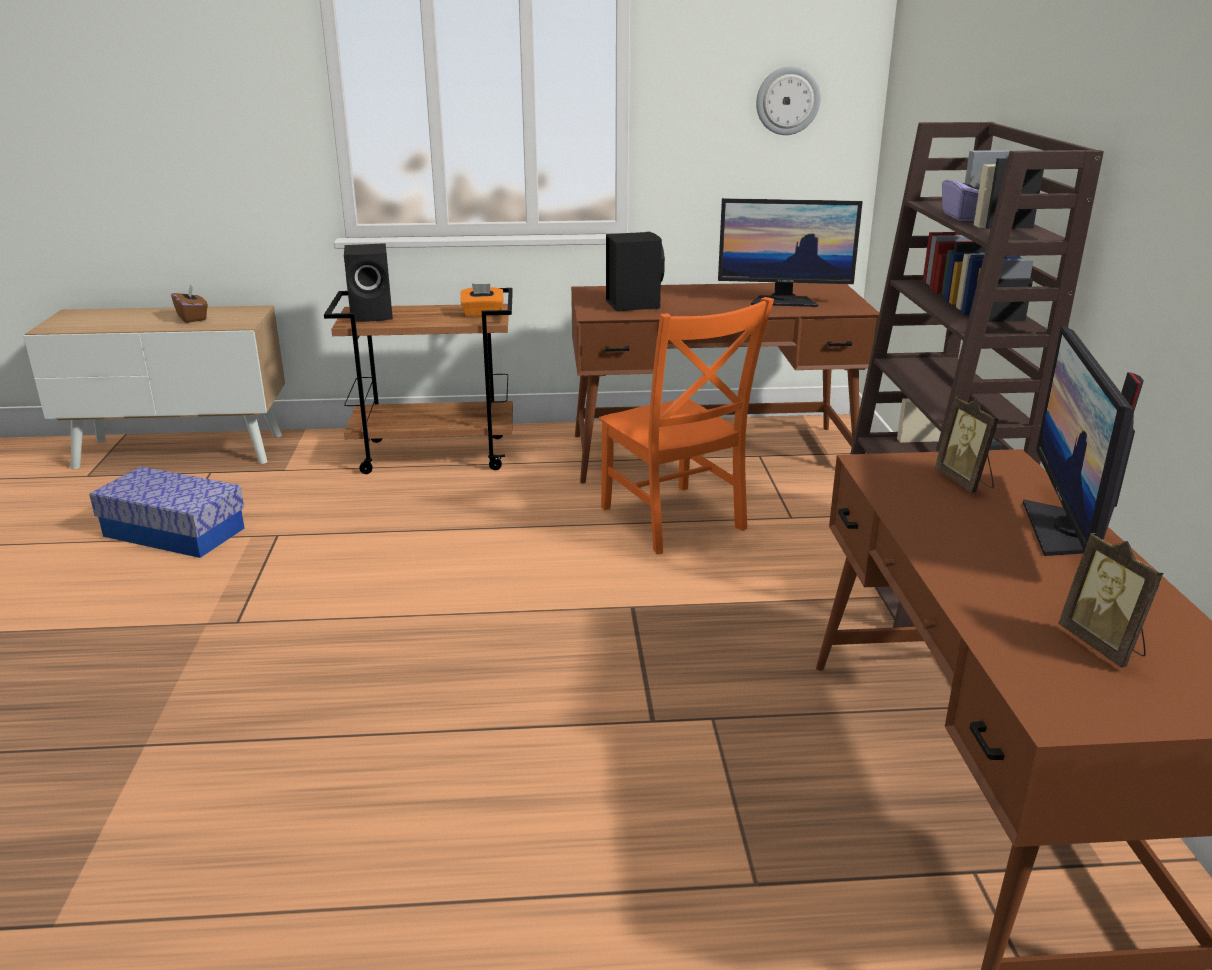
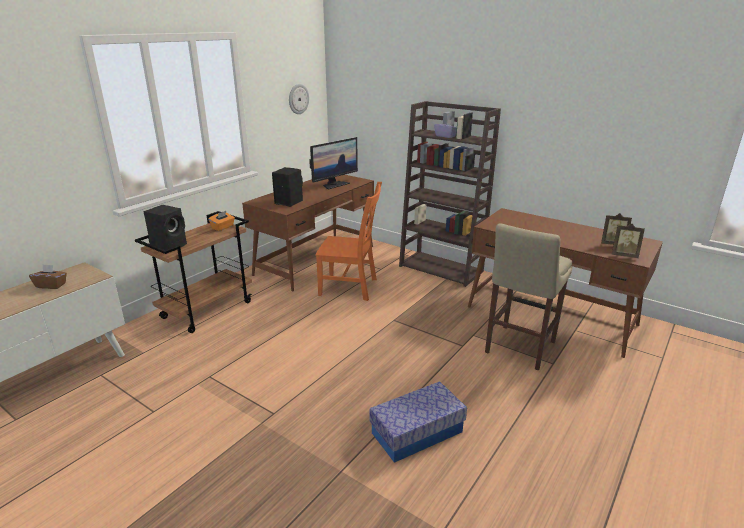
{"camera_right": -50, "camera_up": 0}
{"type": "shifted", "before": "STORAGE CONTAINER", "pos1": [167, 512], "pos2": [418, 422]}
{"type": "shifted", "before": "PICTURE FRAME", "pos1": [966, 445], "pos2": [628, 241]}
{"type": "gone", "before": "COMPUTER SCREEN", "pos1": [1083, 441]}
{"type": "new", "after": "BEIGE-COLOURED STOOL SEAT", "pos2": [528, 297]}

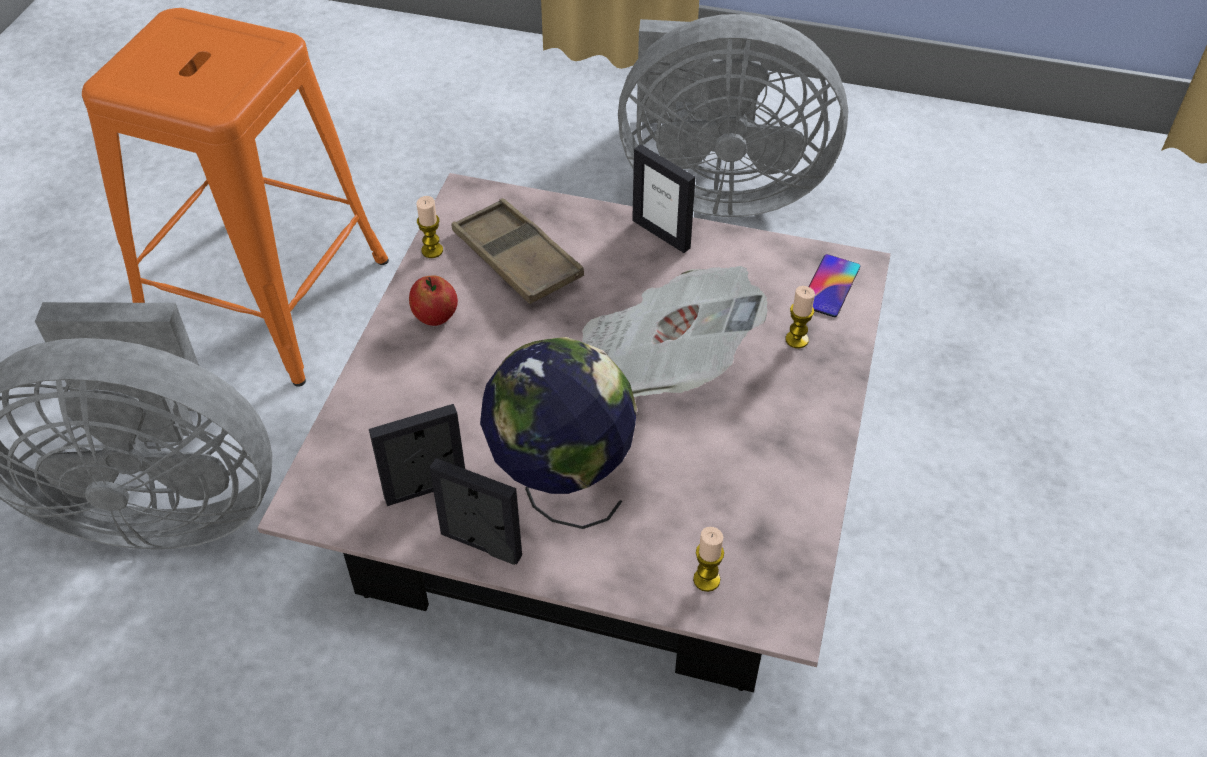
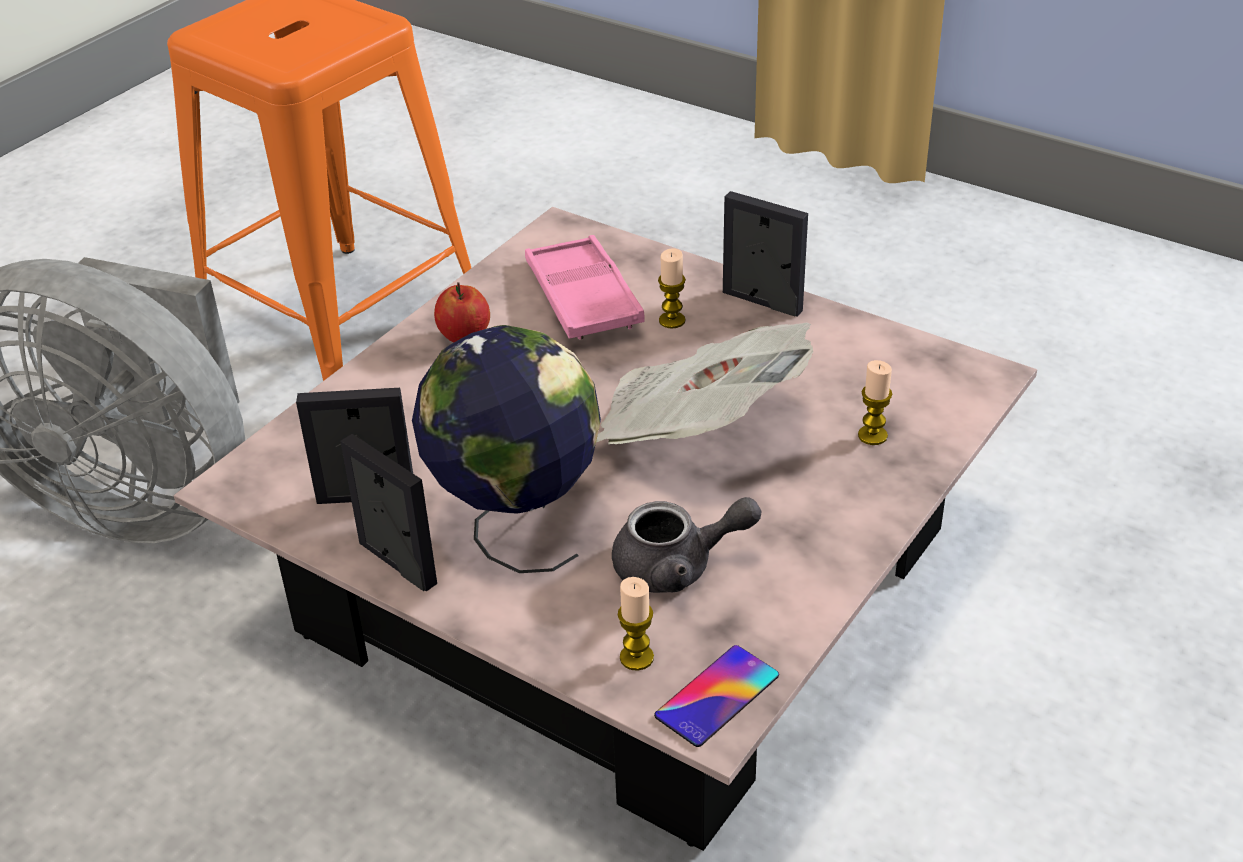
{"camera_right": 20, "camera_up": -10}
{"type": "shifted", "before": "WAX LIGHT", "pos1": [429, 227], "pos2": [672, 288]}
{"type": "repainted", "before": "BROWN-COLOURED CARRYING TRAY", "after": "PINKISH CARRYING TRAY", "pos1": [518, 251], "pos2": [585, 287]}
{"type": "gone", "before": "GRAY FAN", "pos1": [733, 115]}
{"type": "rotated", "before": "PICTURE FRAME", "pos1": [663, 198], "pos2": [765, 254], "turn": 150}
{"type": "shifted", "before": "PHONE", "pos1": [834, 285], "pos2": [716, 696]}
{"type": "new", "after": "GRAY TEA POT", "pos2": [686, 545]}

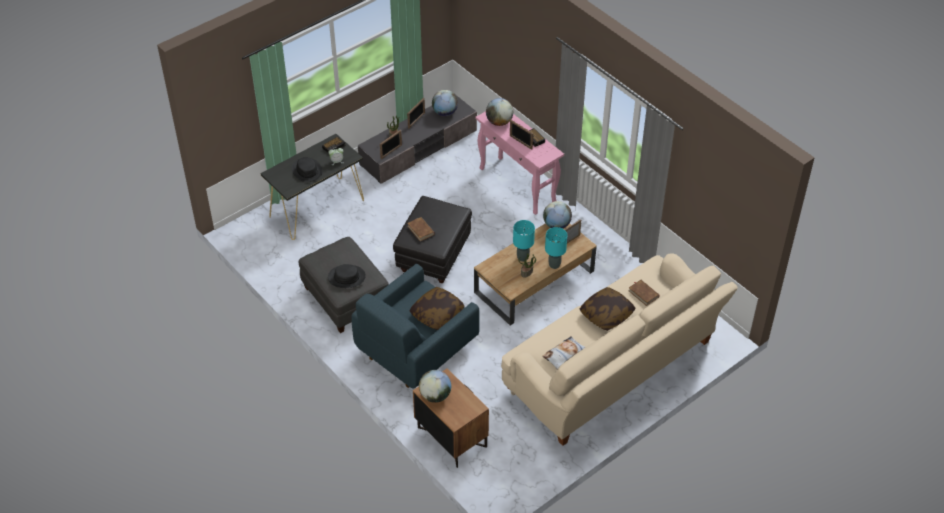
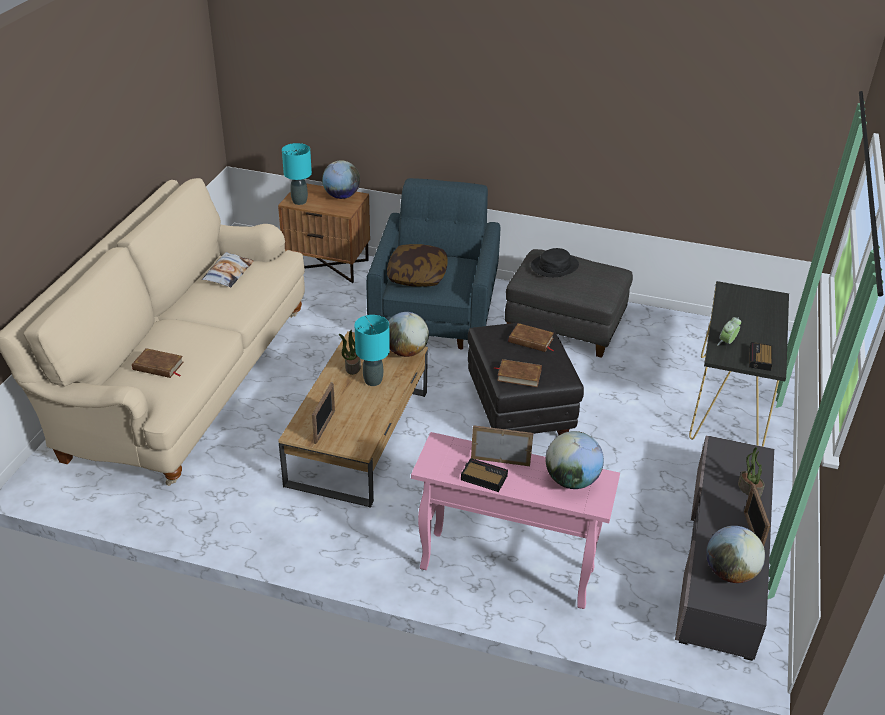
{"camera_right": 145, "camera_up": -10}
{"type": "gone", "before": "BLACKISH HAT", "pos1": [307, 169]}
{"type": "gone", "before": "PICTURE FRAME", "pos1": [391, 144]}
{"type": "shifted", "before": "WORLD GLOBE", "pos1": [557, 215], "pos2": [408, 334]}
{"type": "shifted", "before": "TURQUOISE TABLETOP LAMP", "pos1": [556, 248], "pos2": [297, 174]}
{"type": "gone", "before": "PILLOW", "pos1": [608, 309]}
{"type": "new", "after": "BROWN-COLOURED BOOK", "pos2": [518, 373]}

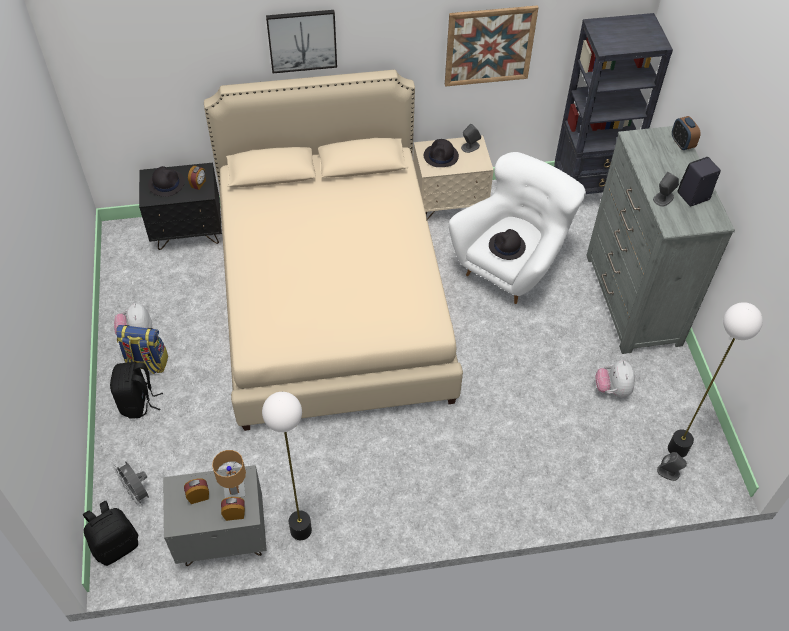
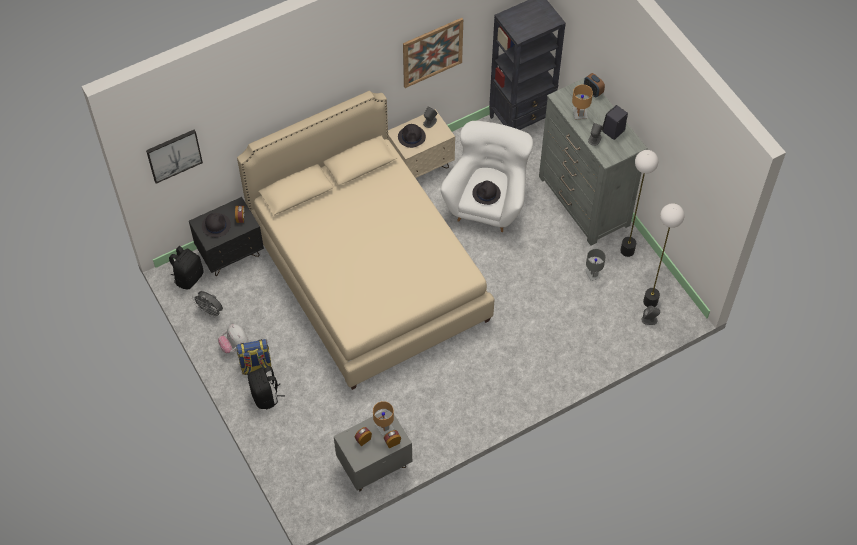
{"camera_right": -20, "camera_up": 5}
{"type": "shifted", "before": "BLACKISH KNAPSACK", "pos1": [110, 533], "pos2": [186, 267]}
{"type": "shifted", "before": "GRAY FAN", "pos1": [131, 484], "pos2": [207, 304]}
{"type": "shifted", "before": "STANDARD LAMP", "pos1": [287, 466], "pos2": [639, 203]}
{"type": "shifted", "before": "WALL ART", "pos1": [301, 41], "pos2": [174, 157]}
{"type": "swapped", "before": "PLUSH TOY", "after": "GRAY TABLETOP LAMP", "pos1": [615, 378], "pos2": [595, 265]}
{"type": "new", "after": "BROWN-COLOURED TABLETOP LAMP", "pos2": [582, 101]}

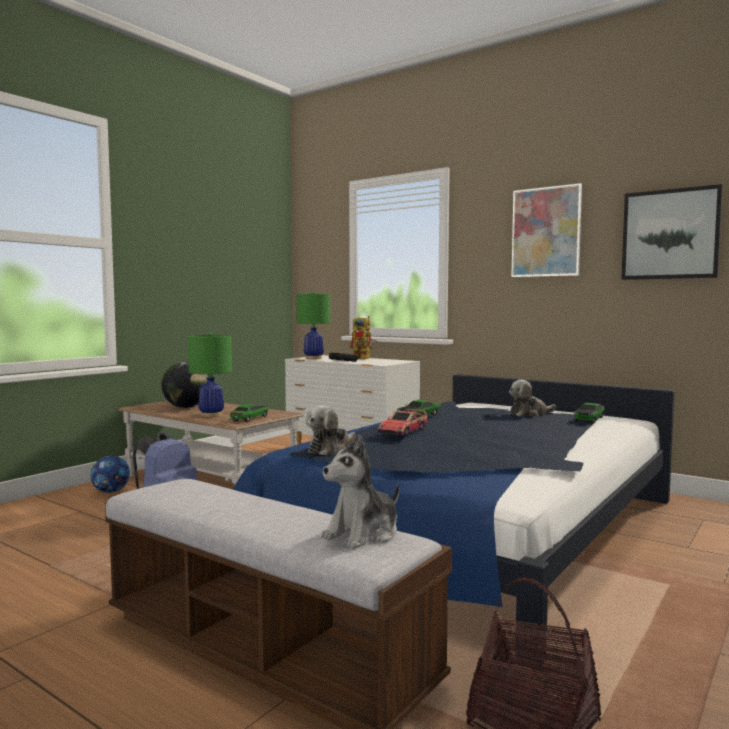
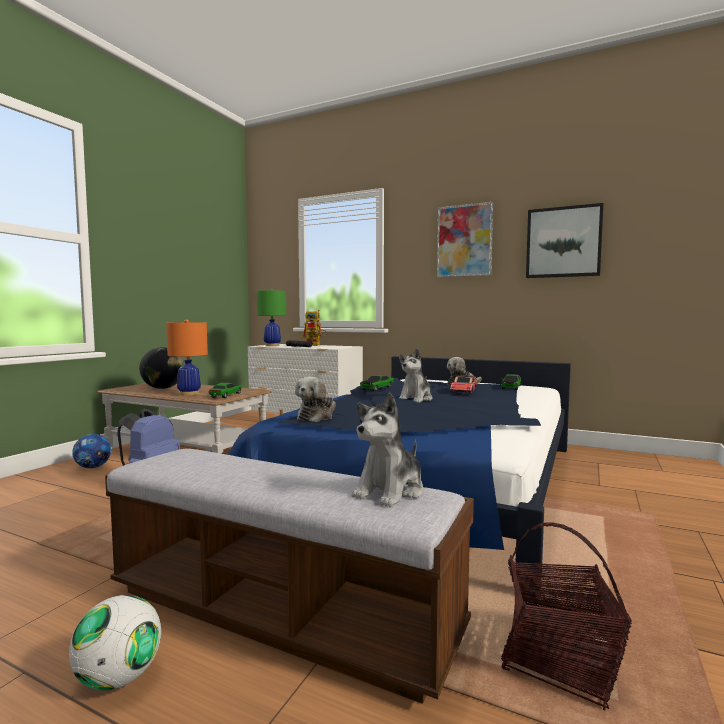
{"camera_right": -10, "camera_up": 0}
{"type": "repainted", "before": "GREEN TABLETOP LAMP", "after": "ORANGE-COLOURED TABLETOP LAMP", "pos1": [210, 374], "pos2": [187, 357]}
{"type": "shifted", "before": "MINIATURE CAR", "pos1": [402, 422], "pos2": [463, 384]}
{"type": "new", "after": "BALL FOR FOOTBALL", "pos2": [115, 642]}
{"type": "new", "after": "PLUSH TOY", "pos2": [415, 375]}

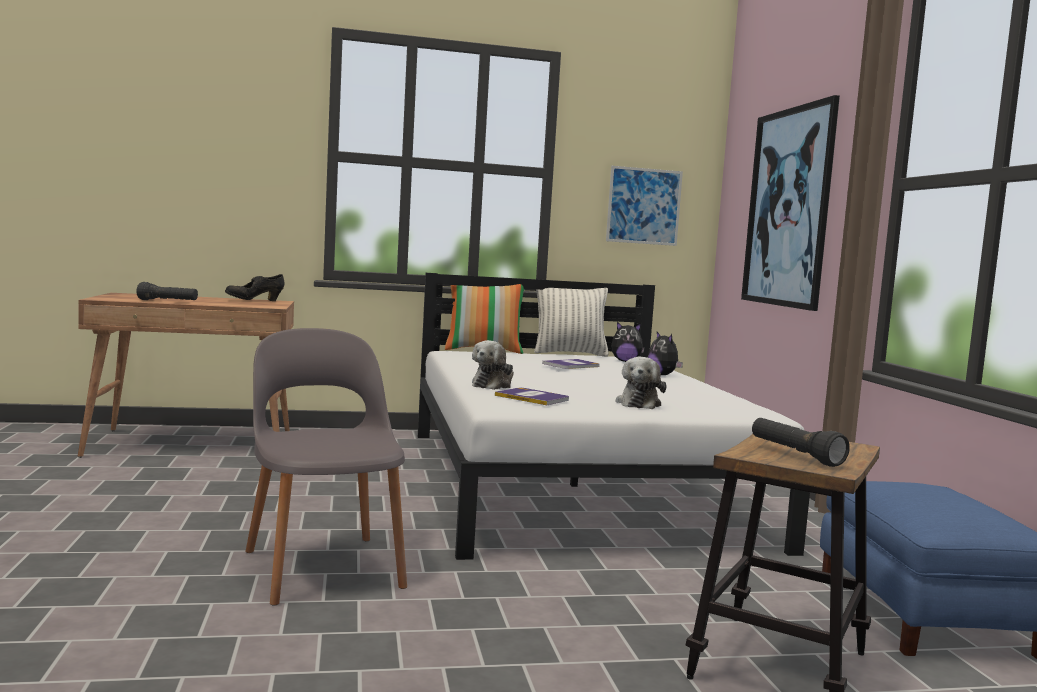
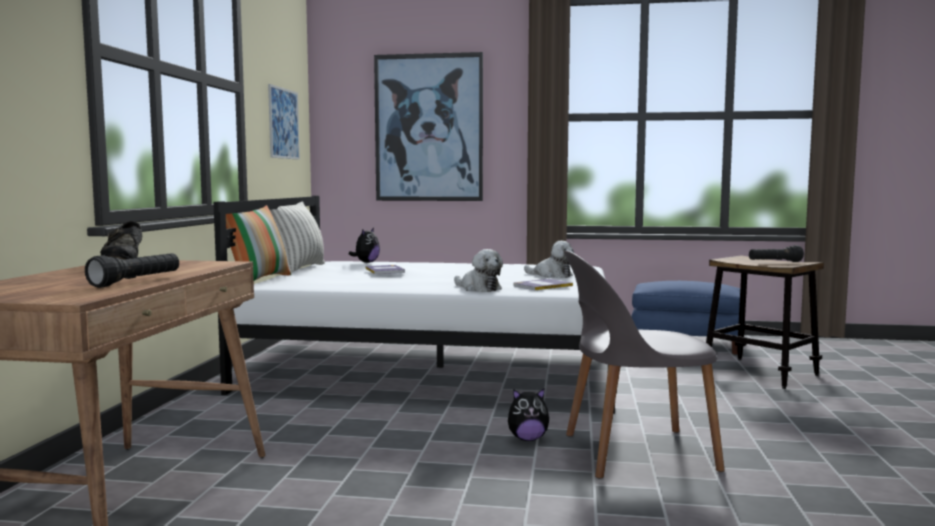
{"camera_right": -70, "camera_up": 0}
{"type": "shifted", "before": "PLUSH TOY", "pos1": [665, 353], "pos2": [529, 415]}

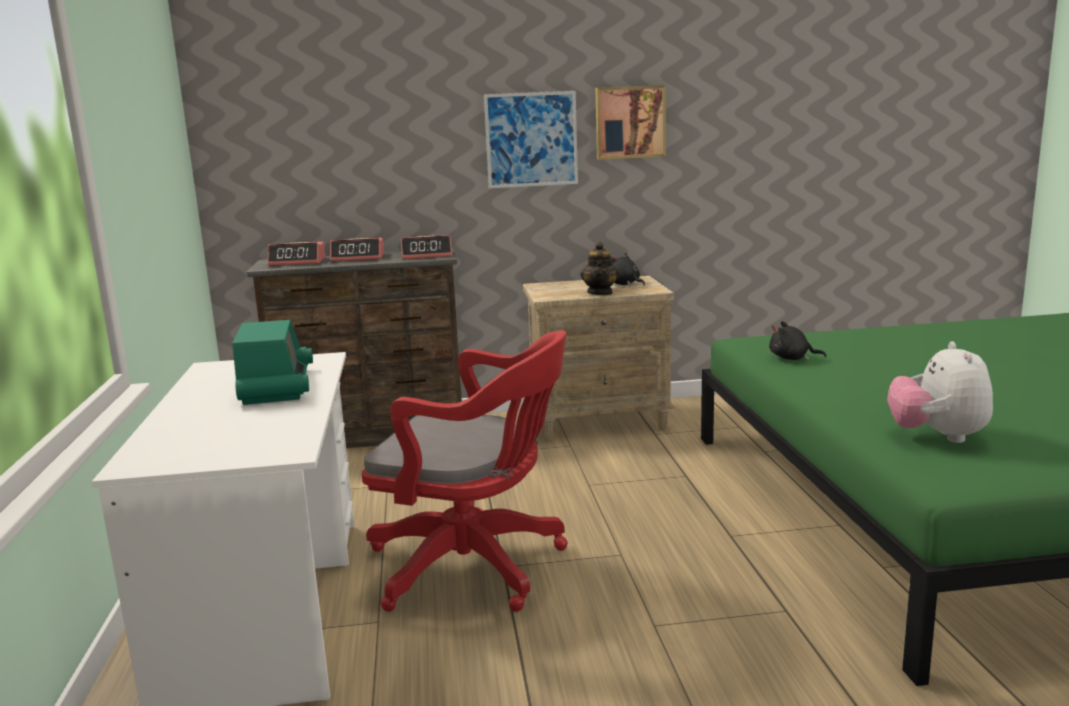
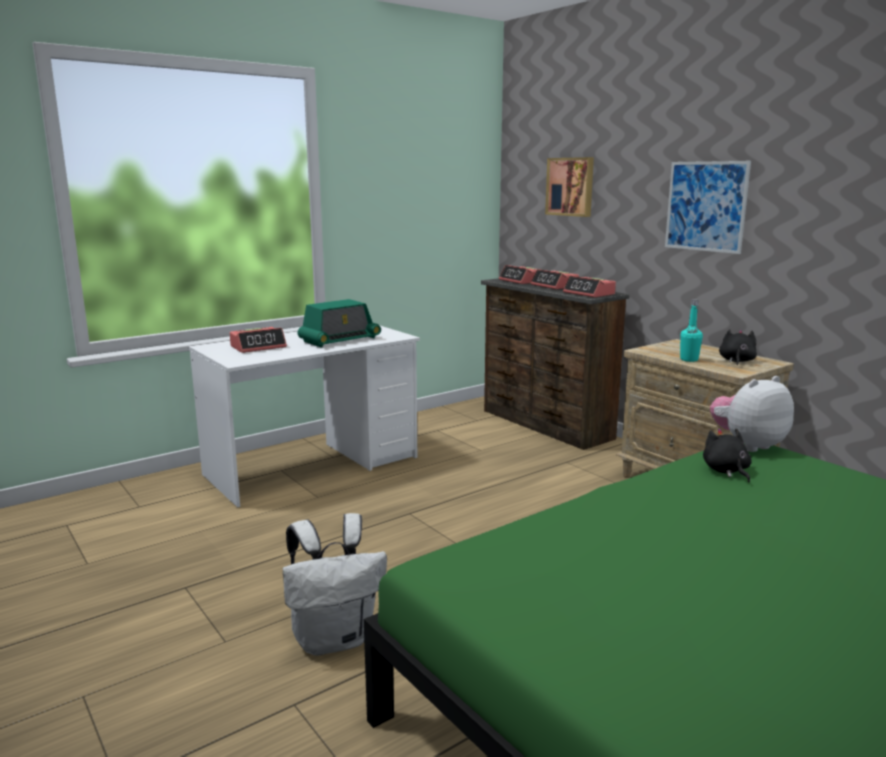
{"camera_right": 60, "camera_up": 0}
{"type": "gone", "before": "RED DESK CHAIR", "pos1": [465, 471]}
{"type": "swapped", "before": "TEA POT", "after": "TURQUOISE BEVERAGE BOTTLE", "pos1": [599, 268], "pos2": [691, 330]}
{"type": "shifted", "before": "WALL ART", "pos1": [631, 122], "pos2": [569, 187]}
{"type": "shifted", "before": "PLUSH TOY", "pos1": [940, 392], "pos2": [752, 414]}
{"type": "new", "after": "ALARM CLOCK", "pos2": [258, 340]}
{"type": "new", "after": "WHITE-COLOURED KNAPSACK", "pos2": [335, 584]}

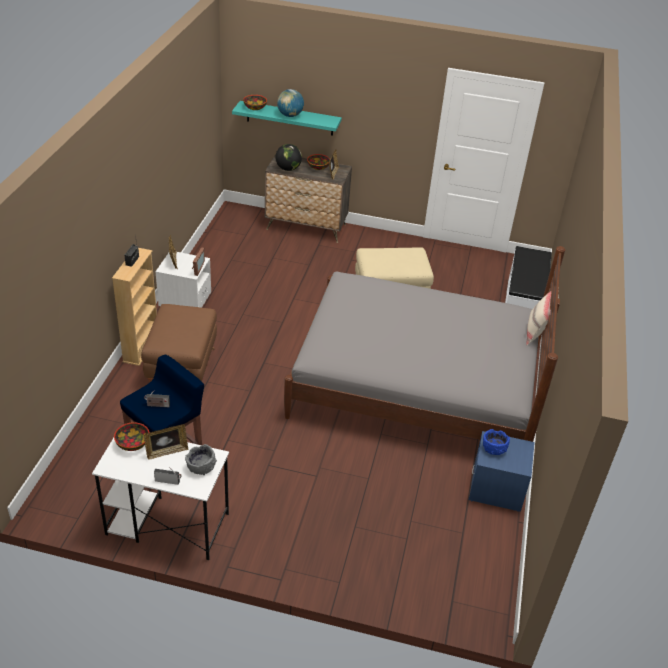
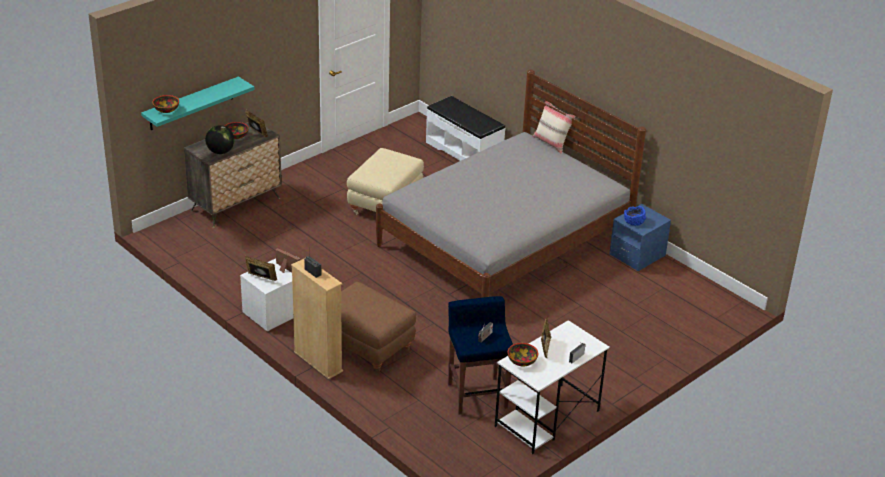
{"camera_right": -55, "camera_up": -5}
{"type": "gone", "before": "GRAY BOWL", "pos1": [201, 459]}
{"type": "gone", "before": "WORLD GLOBE", "pos1": [290, 103]}

